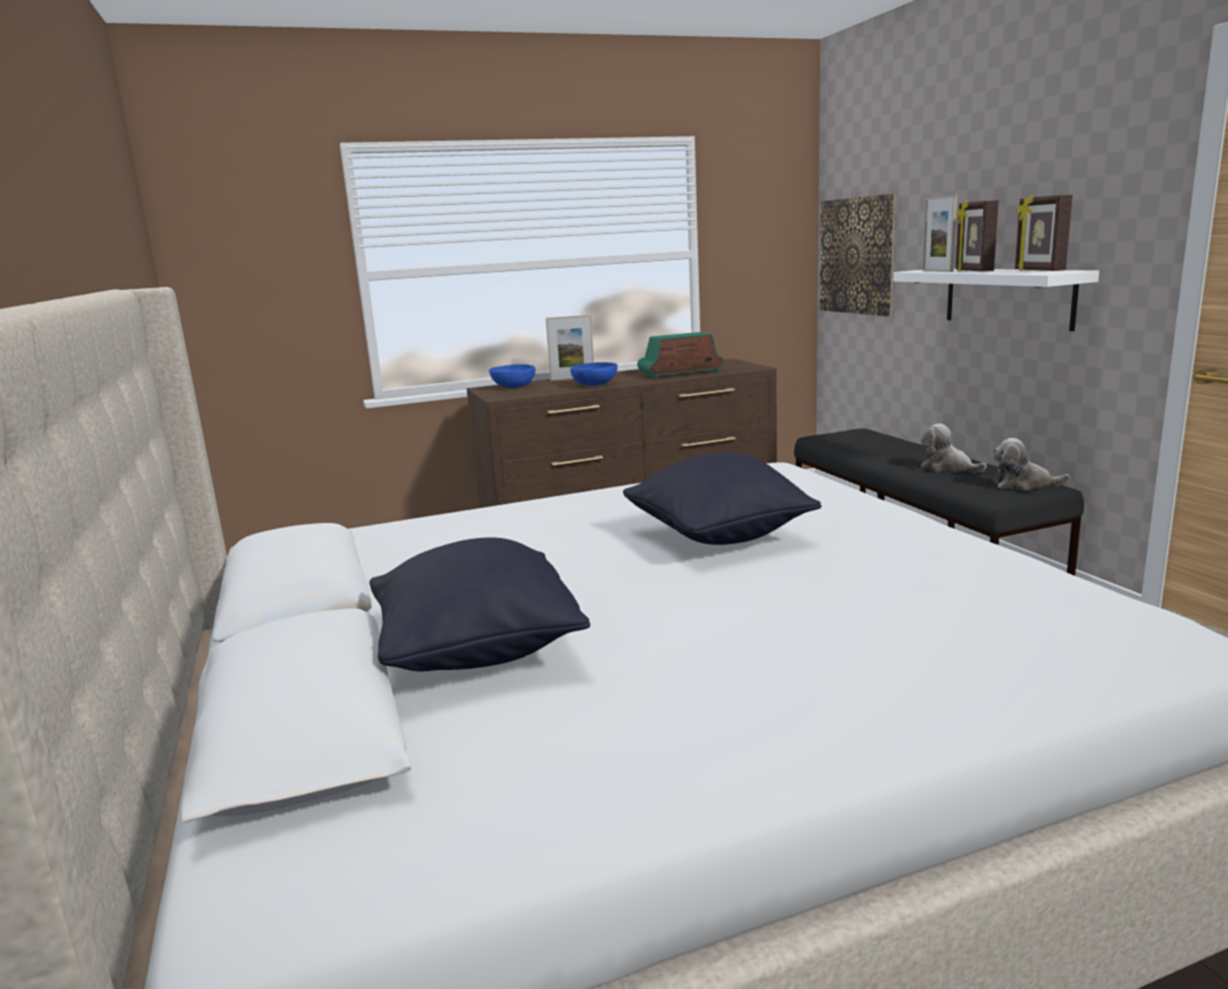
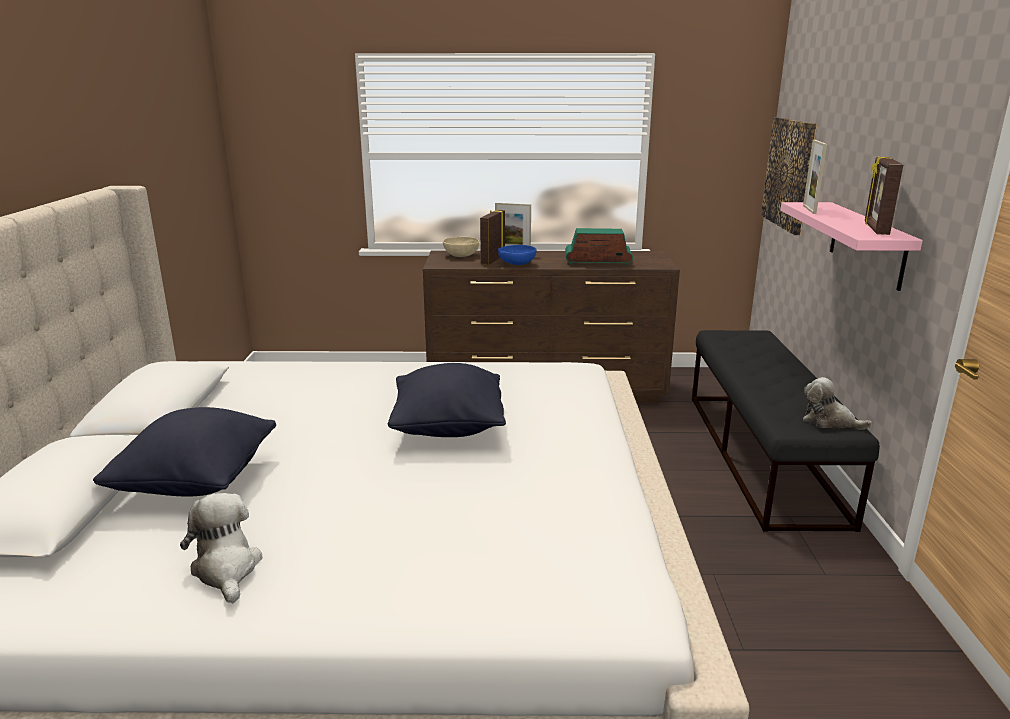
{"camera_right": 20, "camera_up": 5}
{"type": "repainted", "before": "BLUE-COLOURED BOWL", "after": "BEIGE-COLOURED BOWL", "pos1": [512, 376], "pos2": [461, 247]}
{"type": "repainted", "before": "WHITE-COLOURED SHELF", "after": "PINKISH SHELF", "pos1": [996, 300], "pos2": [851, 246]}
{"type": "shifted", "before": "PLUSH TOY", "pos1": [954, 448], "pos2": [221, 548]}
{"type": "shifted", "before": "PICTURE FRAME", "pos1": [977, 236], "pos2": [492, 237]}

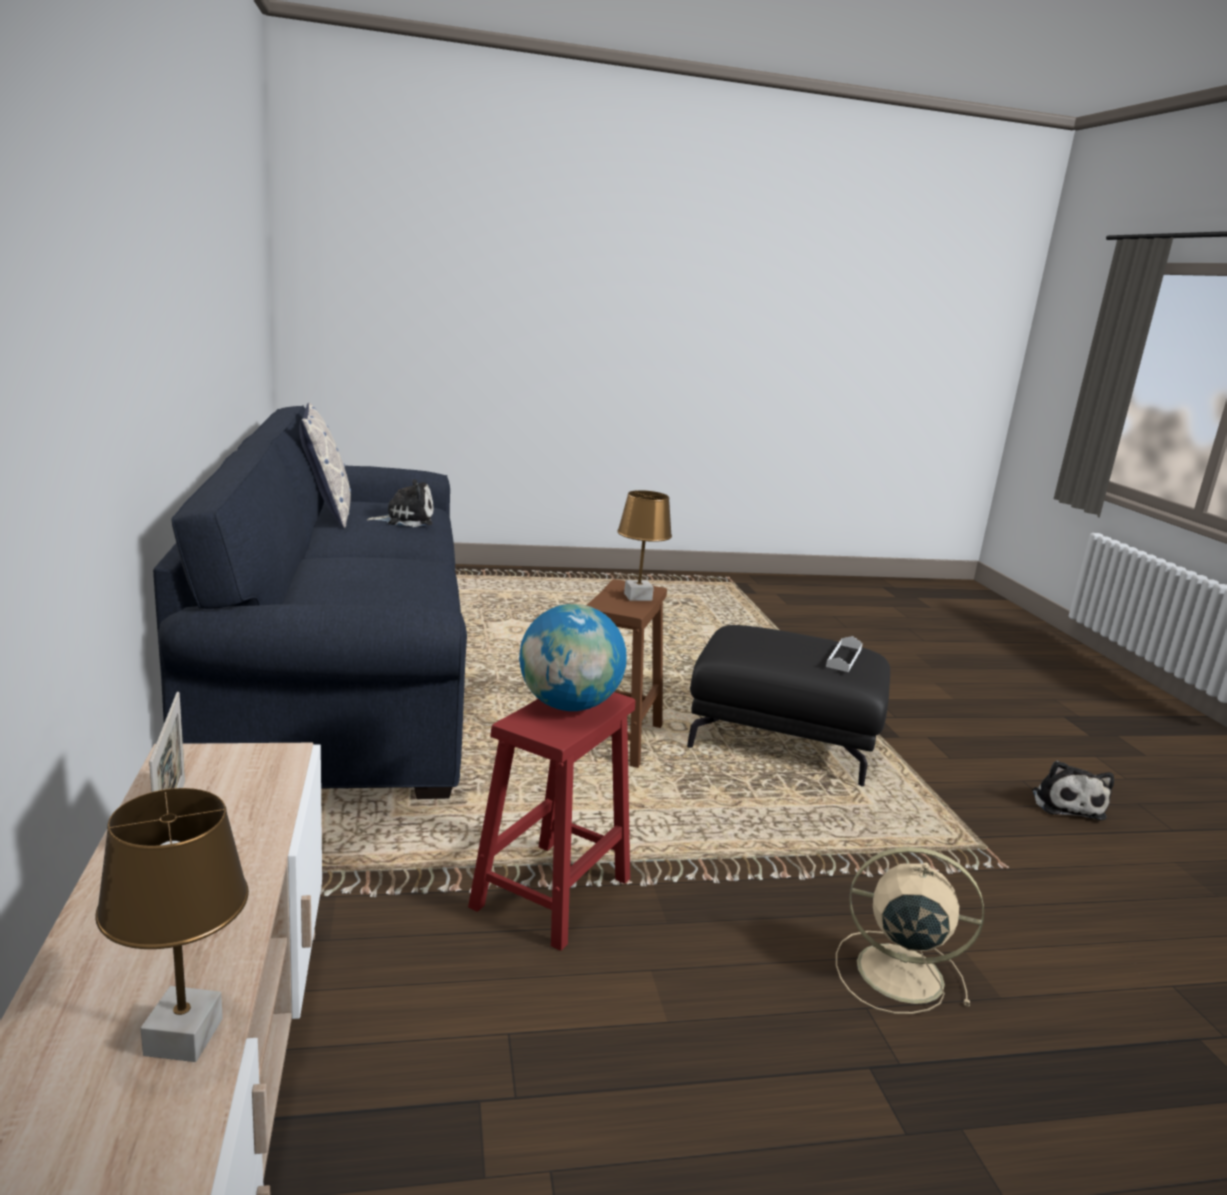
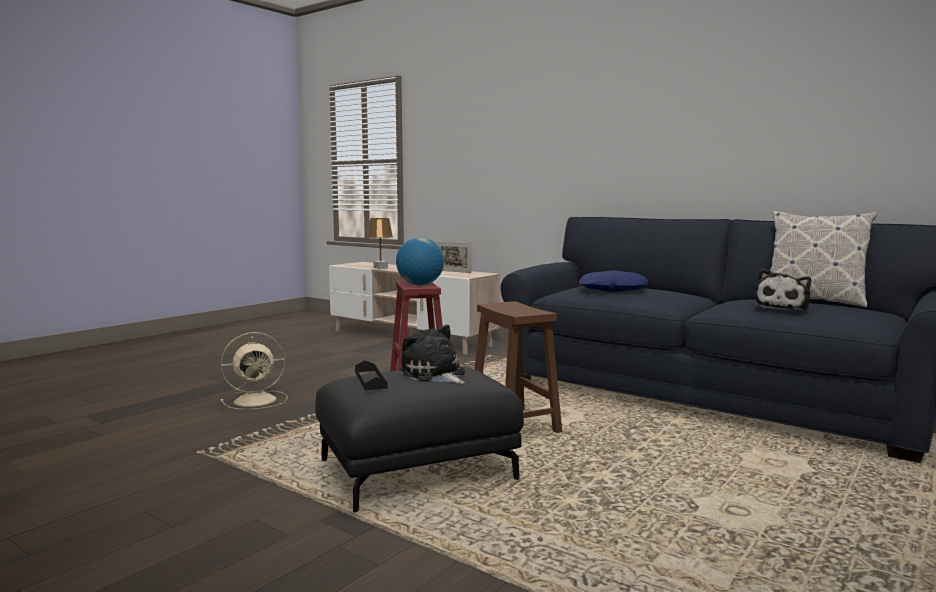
{"camera_right": 140, "camera_up": -10}
{"type": "gone", "before": "BROWN-COLOURED TABLETOP LAMP", "pos1": [644, 545]}
{"type": "repainted", "before": "WHITE-COLOURED CARRYING TRAY", "after": "BLACKISH CARRYING TRAY", "pos1": [844, 654], "pos2": [371, 375]}
{"type": "shifted", "before": "PLUSH TOY", "pos1": [1073, 790], "pos2": [432, 354]}
{"type": "new", "after": "BLUE-COLOURED PILLOW", "pos2": [613, 281]}

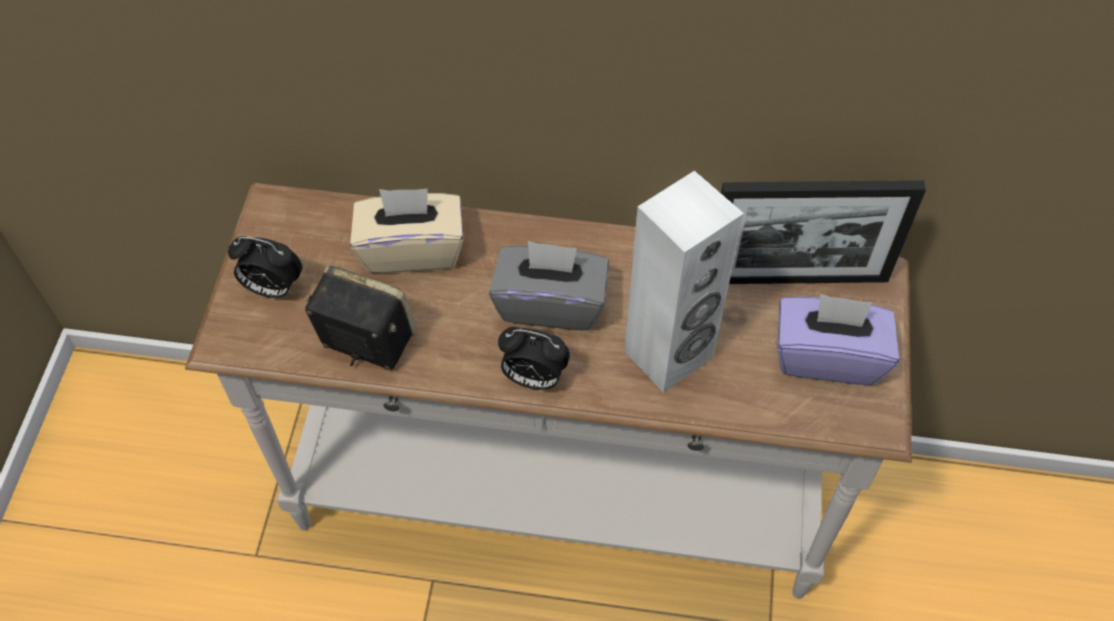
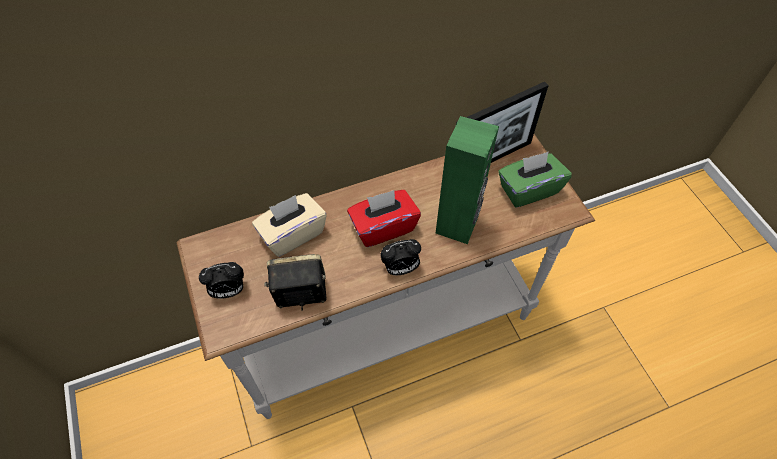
{"camera_right": -30, "camera_up": 0}
{"type": "repainted", "before": "GRAY TISSUE BOX", "after": "RED TISSUE BOX", "pos1": [549, 285], "pos2": [384, 218]}
{"type": "repainted", "before": "WHITE-COLOURED LOUDSPEAKER", "after": "GREEN LOUDSPEAKER", "pos1": [684, 282], "pos2": [467, 180]}
{"type": "repainted", "before": "PURPLISH TISSUE BOX", "after": "GREEN TISSUE BOX", "pos1": [838, 339], "pos2": [535, 180]}

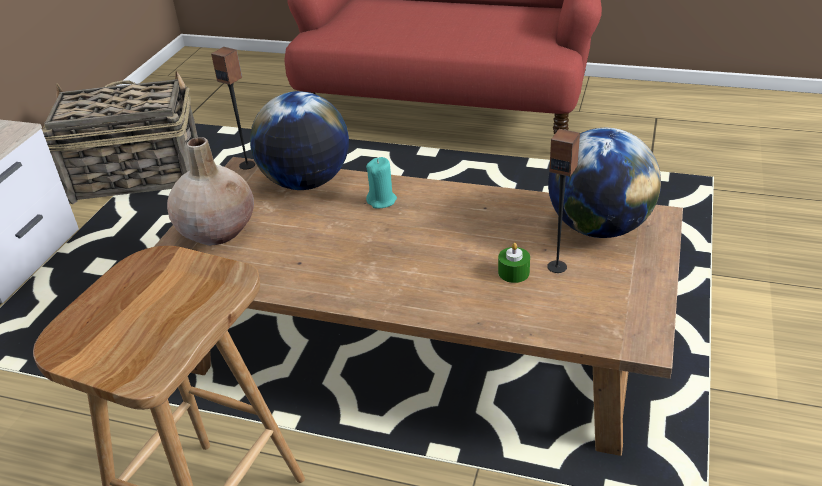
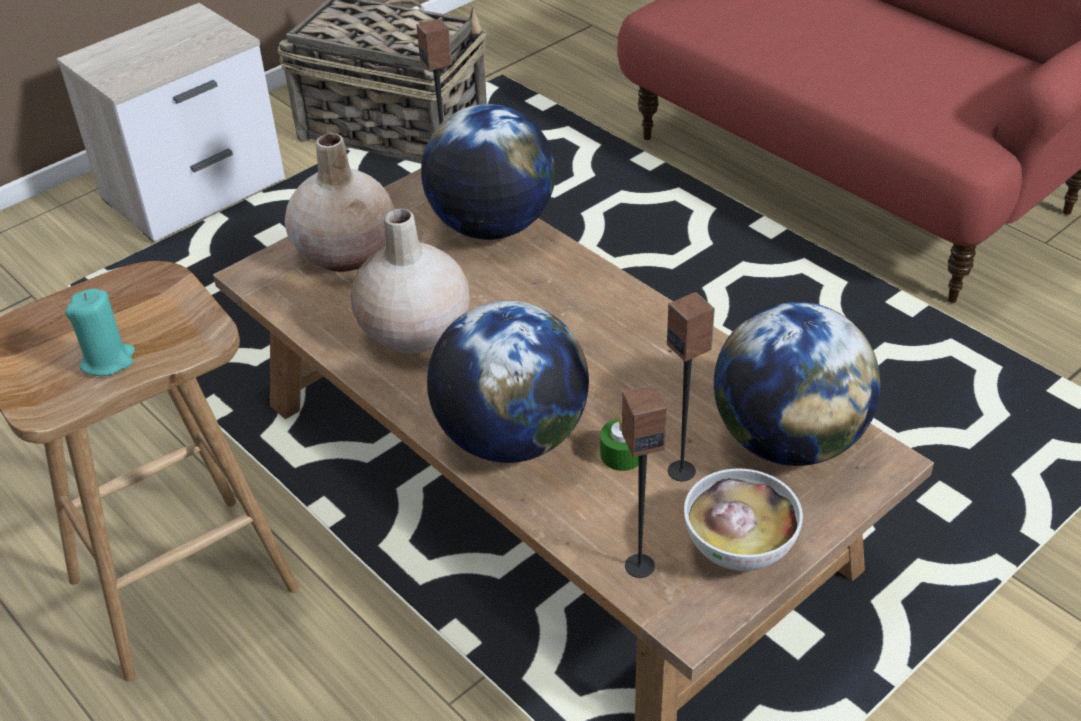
{"camera_right": 30, "camera_up": 5}
{"type": "shifted", "before": "TURQUOISE WAX LIGHT", "pos1": [381, 183], "pos2": [100, 332]}
{"type": "new", "after": "BEIGE-COLOURED FLOWER VASE", "pos2": [410, 281]}
{"type": "new", "after": "WORLD GLOBE", "pos2": [508, 382]}
{"type": "new", "after": "LOUDSPEAKER", "pos2": [644, 481]}
{"type": "new", "after": "BOWL", "pos2": [743, 519]}

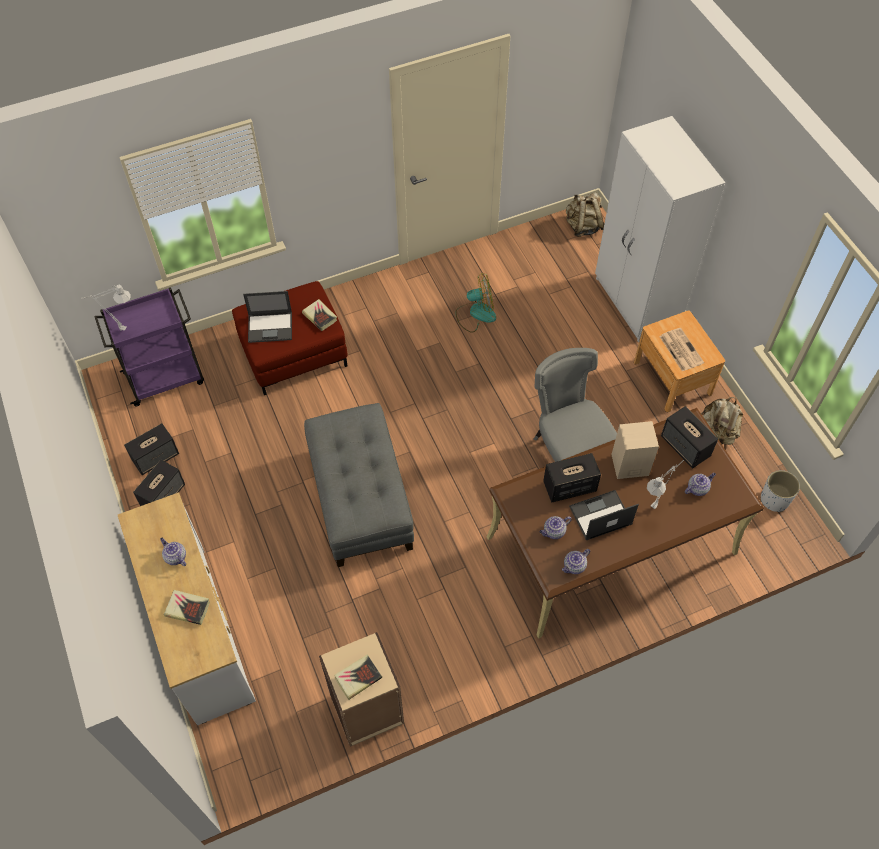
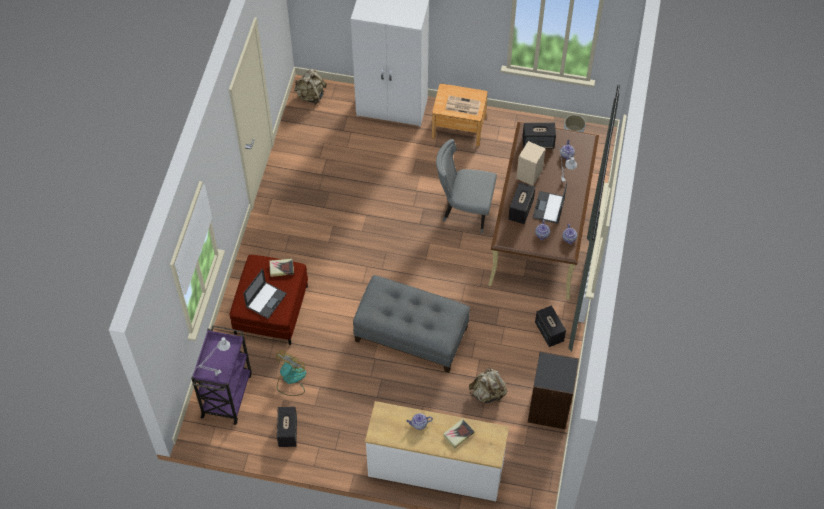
{"camera_right": -55, "camera_up": 0}
{"type": "shifted", "before": "LOUDSPEAKER", "pos1": [159, 483], "pos2": [550, 326]}
{"type": "repainted", "before": "BEIGE-COLOURED BOOKCASE", "after": "BLACKISH BOOKCASE", "pos1": [361, 689], "pos2": [553, 390]}
{"type": "gone", "before": "BOOK", "pos1": [358, 677]}
{"type": "shifted", "before": "FAN", "pos1": [476, 303], "pos2": [291, 373]}
{"type": "shifted", "before": "BEIGE-COLOURED KNAPSACK", "pos1": [722, 421], "pos2": [488, 385]}

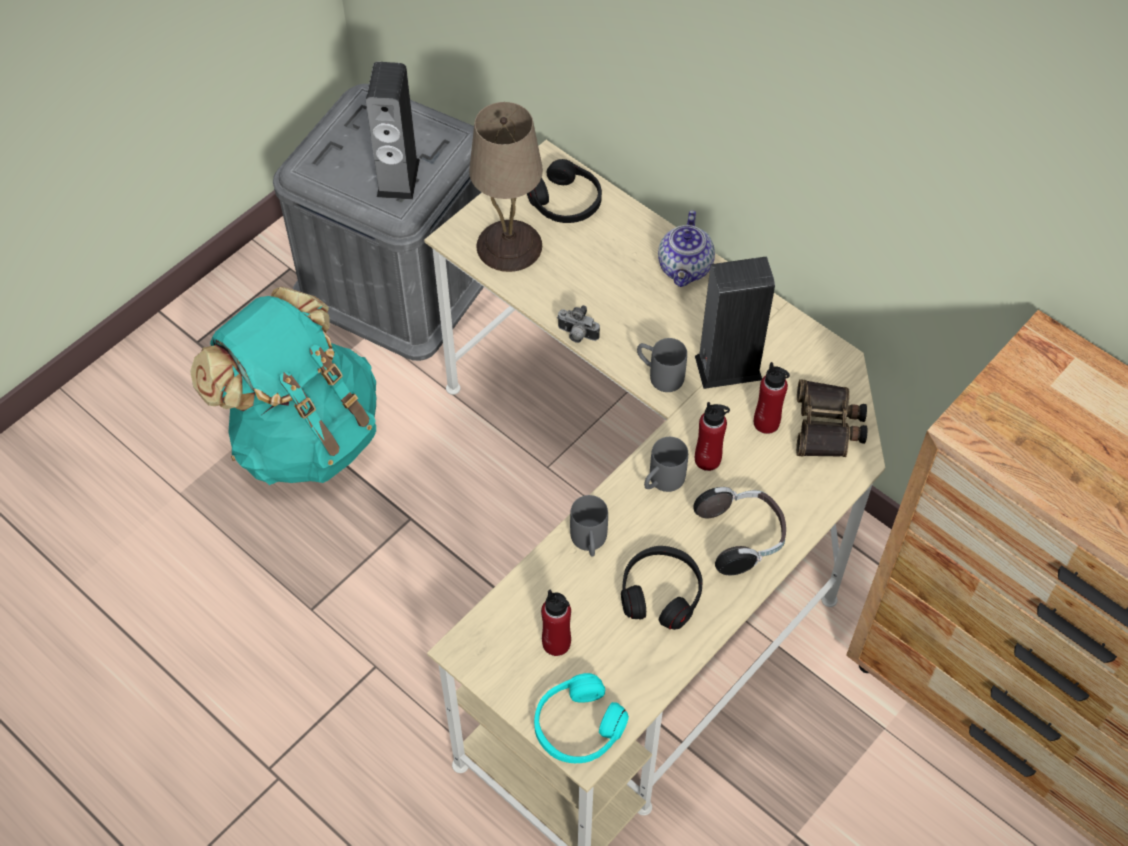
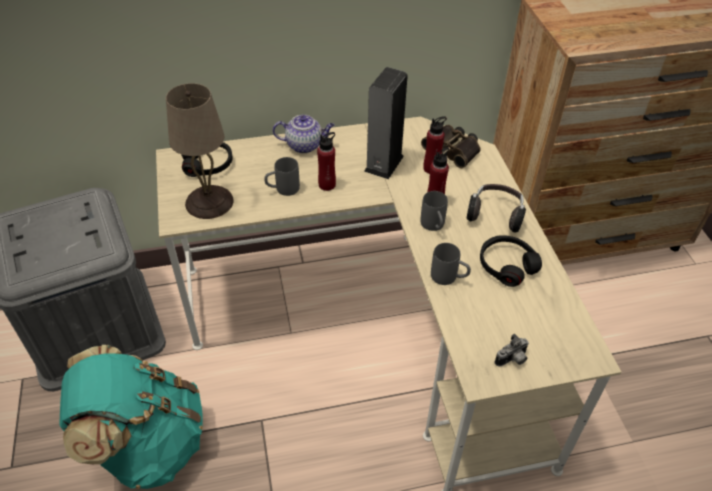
{"camera_right": -55, "camera_up": -10}
{"type": "gone", "before": "LOUDSPEAKER", "pos1": [393, 131]}
{"type": "gone", "before": "TURQUOISE HEADPHONES", "pos1": [581, 718]}
{"type": "shifted", "before": "RED BEVERAGE BOTTLE", "pos1": [556, 622], "pos2": [326, 161]}
{"type": "shifted", "before": "PHOTO CAMERA", "pos1": [578, 324], "pos2": [512, 350]}
{"type": "shifted", "before": "GRAY TEA MUG", "pos1": [662, 365], "pos2": [282, 176]}
{"type": "rotated", "before": "TEA POT", "pos1": [686, 248], "pos2": [303, 134], "turn": -45}

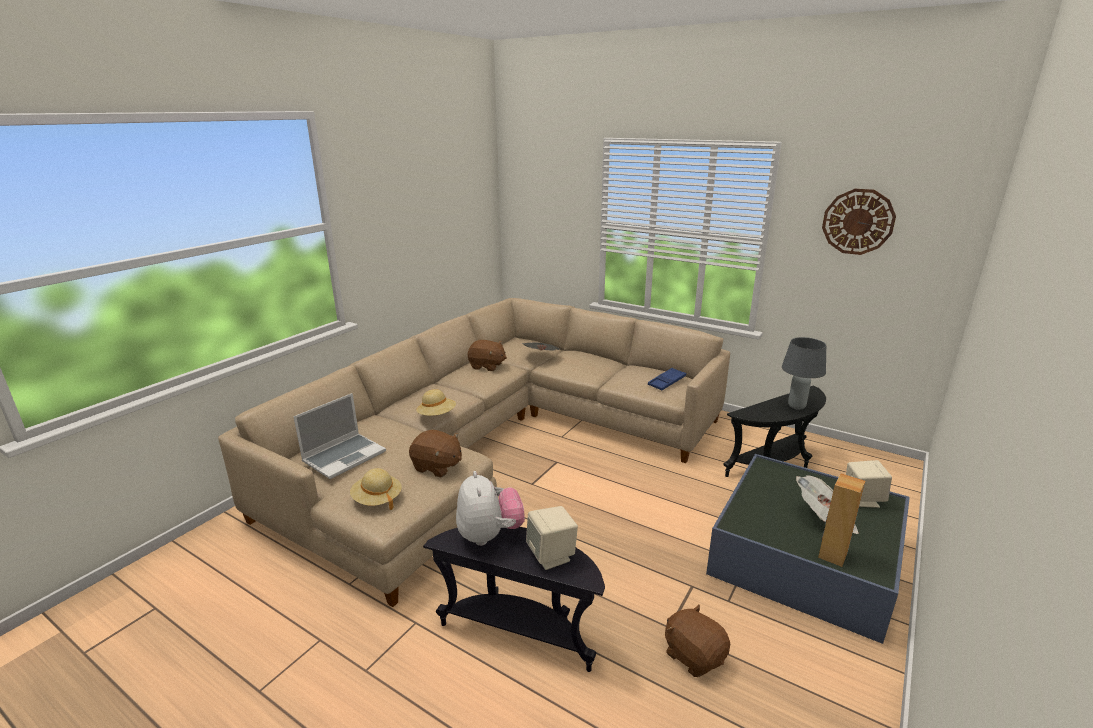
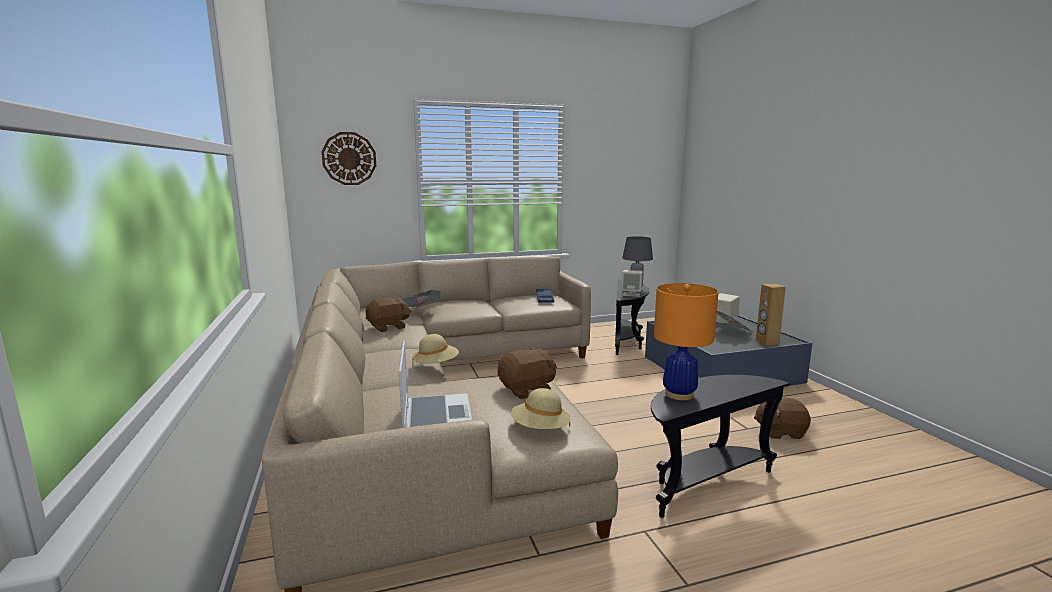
{"camera_right": -50, "camera_up": -10}
{"type": "swapped", "before": "PLUSH TOY", "after": "ORANGE-COLOURED TABLETOP LAMP", "pos1": [490, 508], "pos2": [686, 341]}
{"type": "shifted", "before": "BEIGE-COLOURED LOUDSPEAKER", "pos1": [552, 538], "pos2": [632, 283]}
{"type": "shifted", "before": "WALL CLOCK", "pos1": [859, 222], "pos2": [348, 158]}

